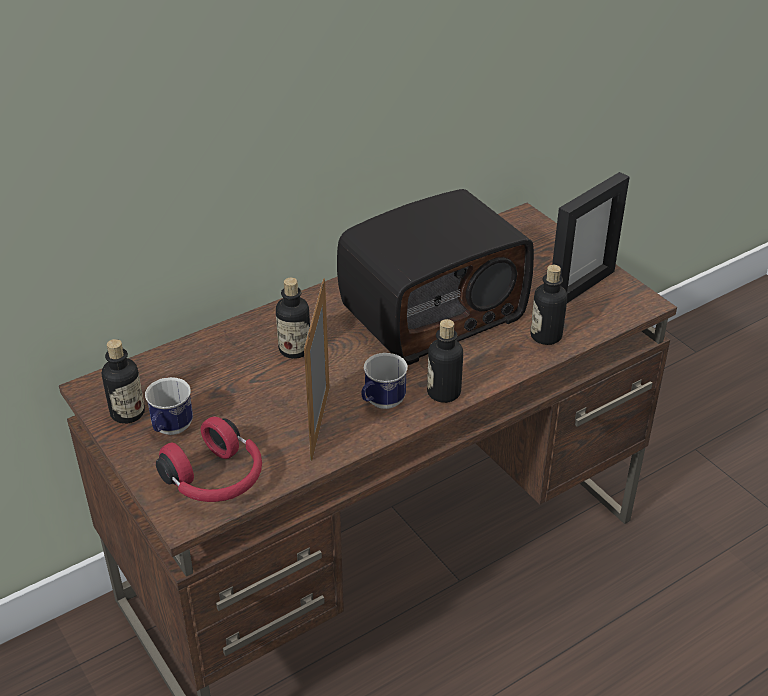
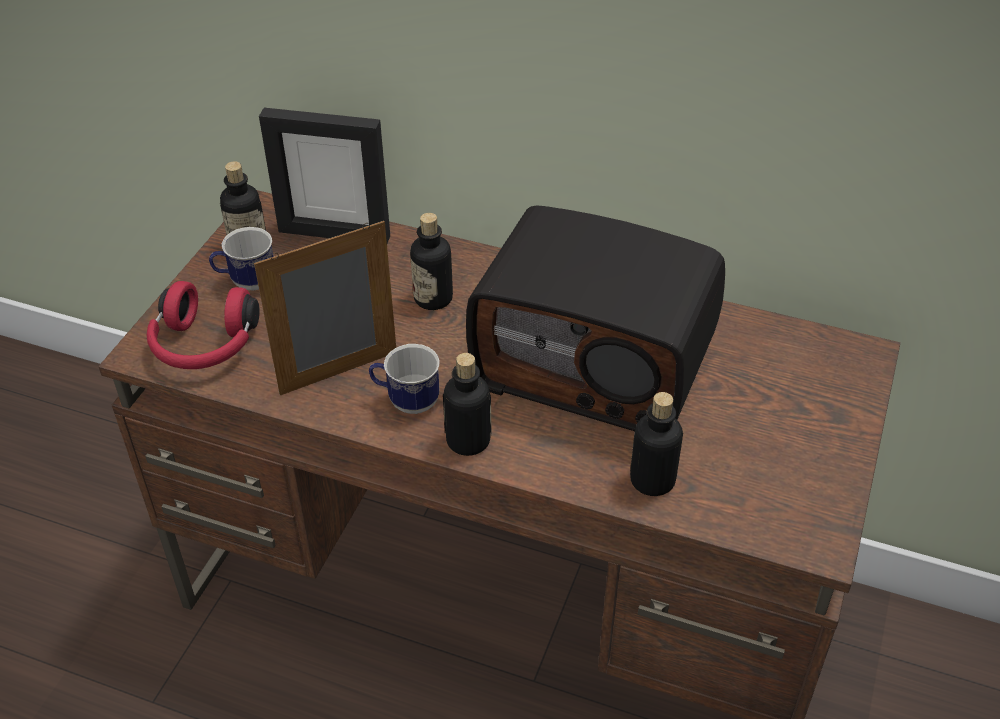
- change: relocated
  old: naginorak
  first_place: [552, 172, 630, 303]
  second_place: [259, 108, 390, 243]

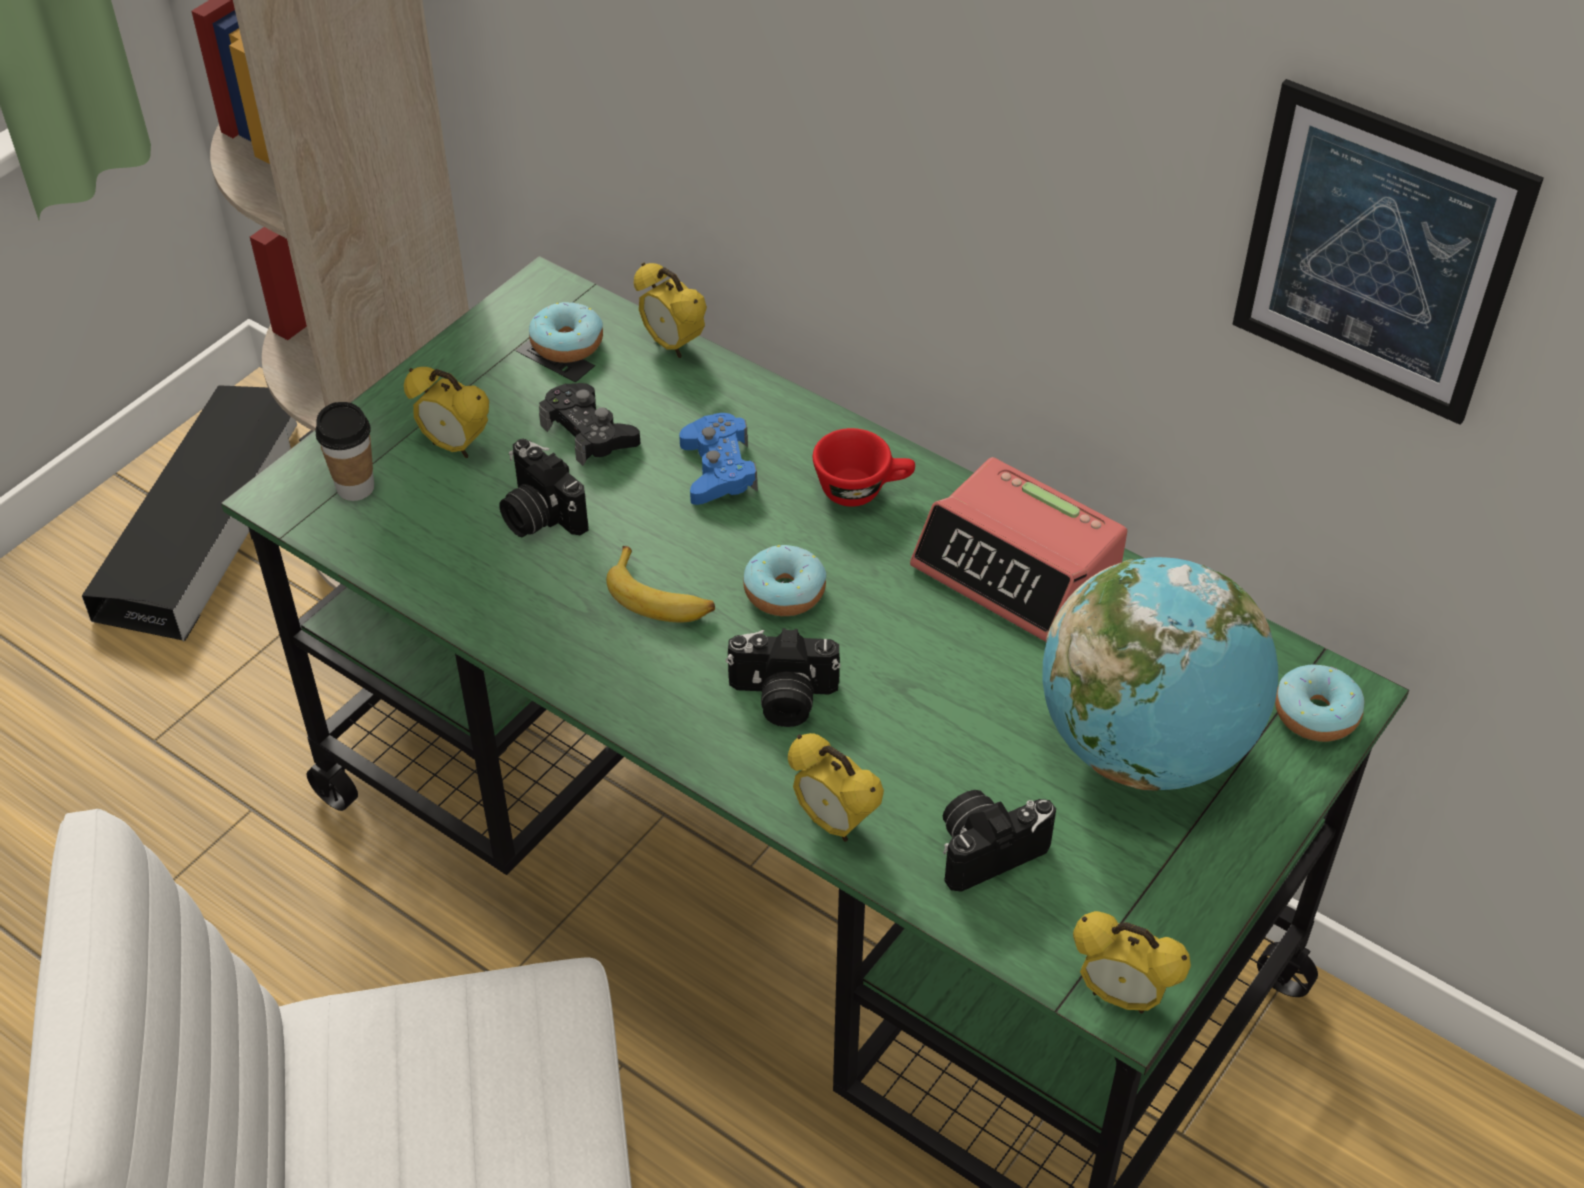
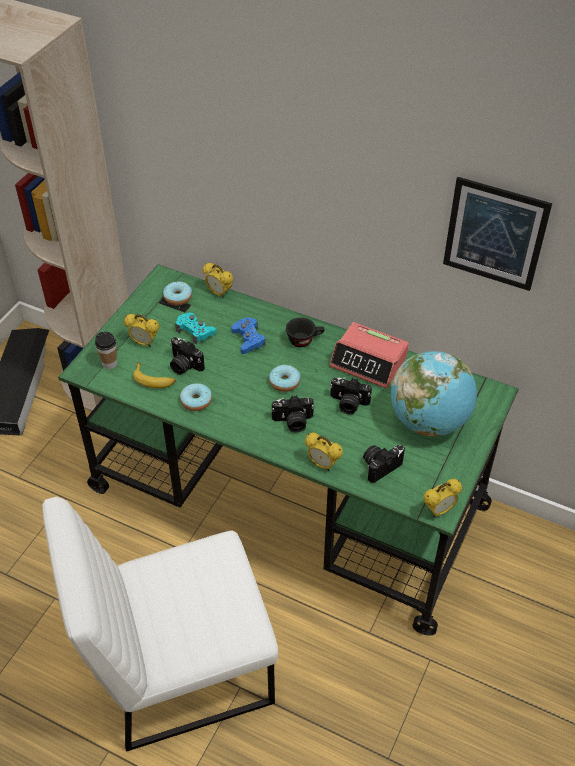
- change: colour
  old: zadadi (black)
  new: zadadi (turquoise)
  first_place: [539, 383, 640, 466]
  second_place: [175, 313, 216, 345]
- change: colour
  old: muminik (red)
  new: muminik (black)
  first_place: [813, 428, 915, 507]
  second_place: [286, 317, 324, 347]
- change: relocated
  old: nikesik
  first_place: [606, 546, 715, 623]
  second_place: [133, 362, 176, 388]
- change: relocated
  old: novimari
  first_place: [1275, 664, 1365, 742]
  second_place: [180, 383, 212, 411]
- change: spun
  old: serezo
  first_place: [1073, 911, 1191, 1014]
  second_place: [423, 479, 462, 517]
  degrees: -45
- change: appeared
  new: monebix
  second_place: [330, 377, 372, 414]

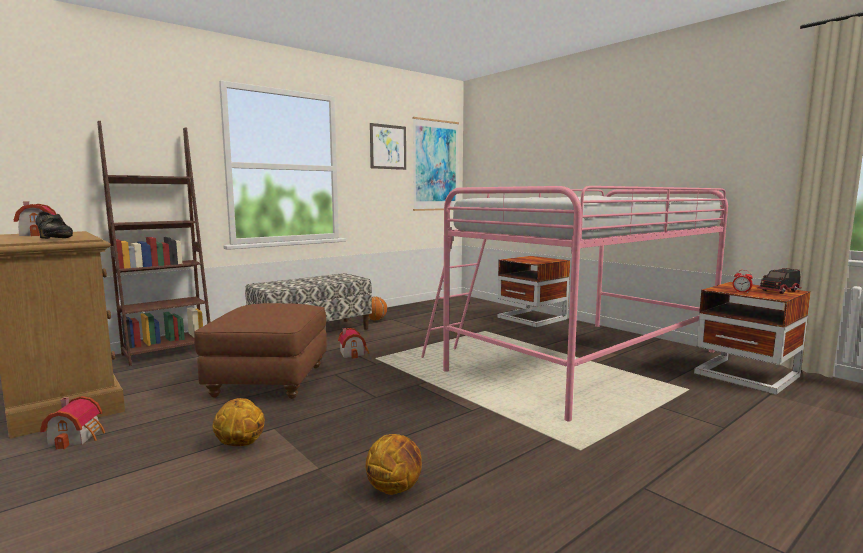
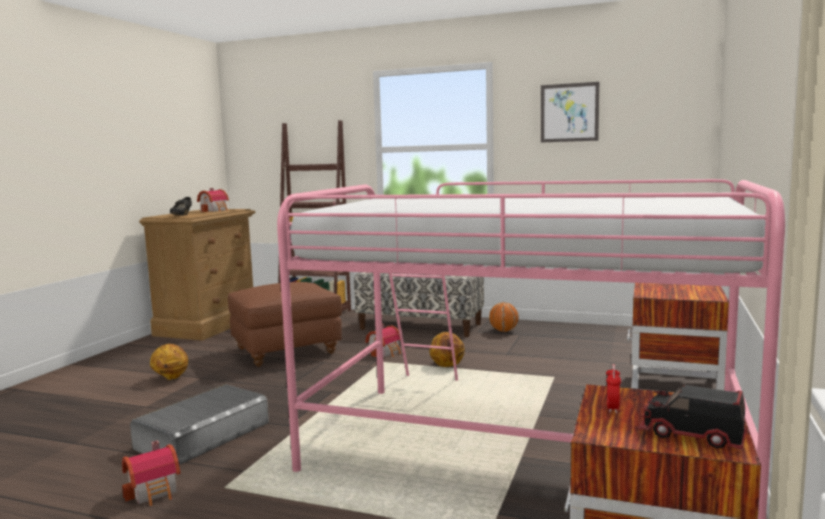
- change: missing
  old: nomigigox
  first_place: [412, 117, 459, 211]
- change: relocated
  old: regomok
  first_place: [40, 396, 105, 450]
  second_place: [122, 440, 181, 506]
- change: relocated
  old: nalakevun
  first_place: [366, 434, 422, 495]
  second_place: [429, 332, 465, 367]
- change: appeared
  new: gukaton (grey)
  second_place: [130, 384, 269, 465]

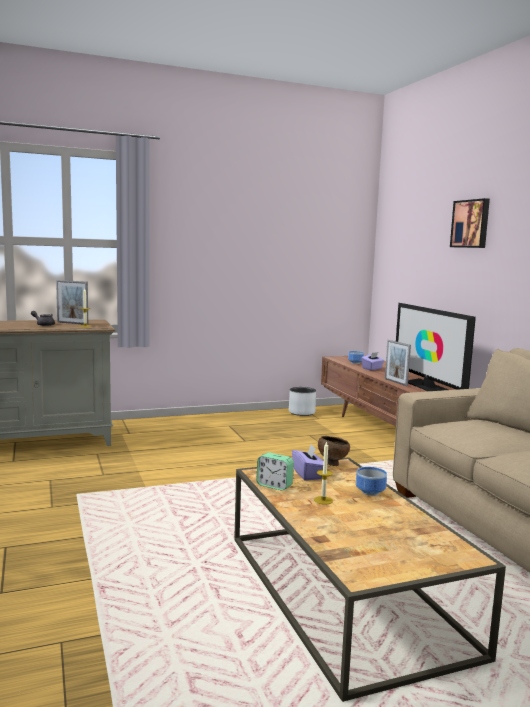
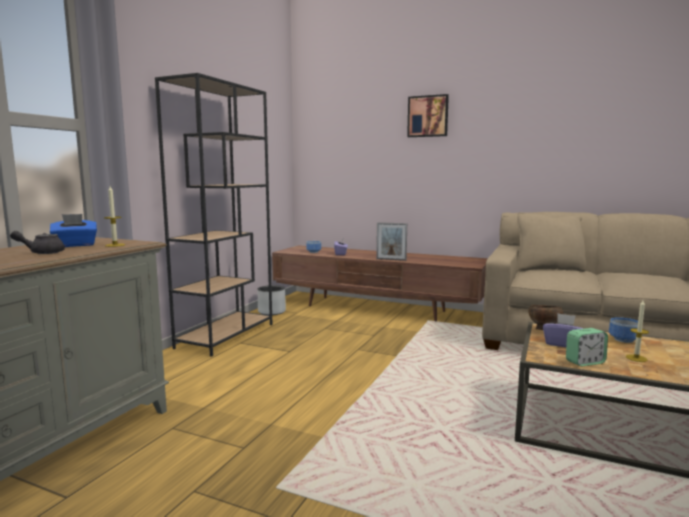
- change: exchanged
  old: naginorak
  new: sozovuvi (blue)
  first_place: [56, 280, 88, 325]
  second_place: [50, 214, 97, 247]
- change: missing
  old: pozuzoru
  first_place: [396, 303, 476, 391]
- change: appeared
  new: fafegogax
  second_place: [155, 73, 273, 357]

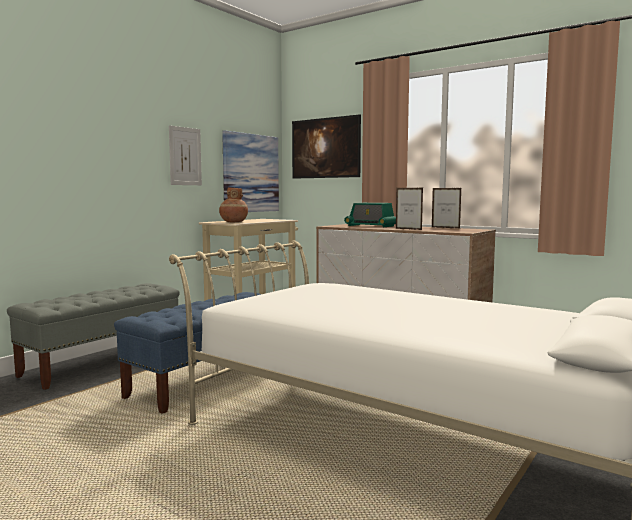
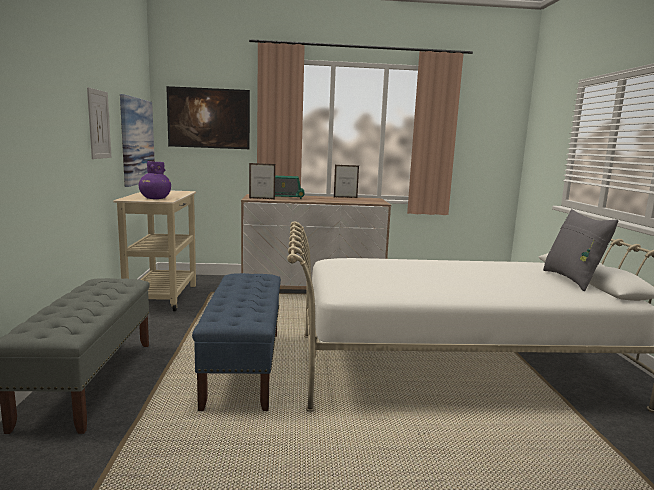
- change: colour
  old: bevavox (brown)
  new: bevavox (purple)
  first_place: [219, 187, 248, 222]
  second_place: [139, 161, 171, 199]
- change: relocated
  old: naginorak
  first_place: [396, 188, 423, 230]
  second_place: [249, 163, 275, 199]
- change: appeared
  new: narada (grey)
  second_place: [543, 209, 618, 291]

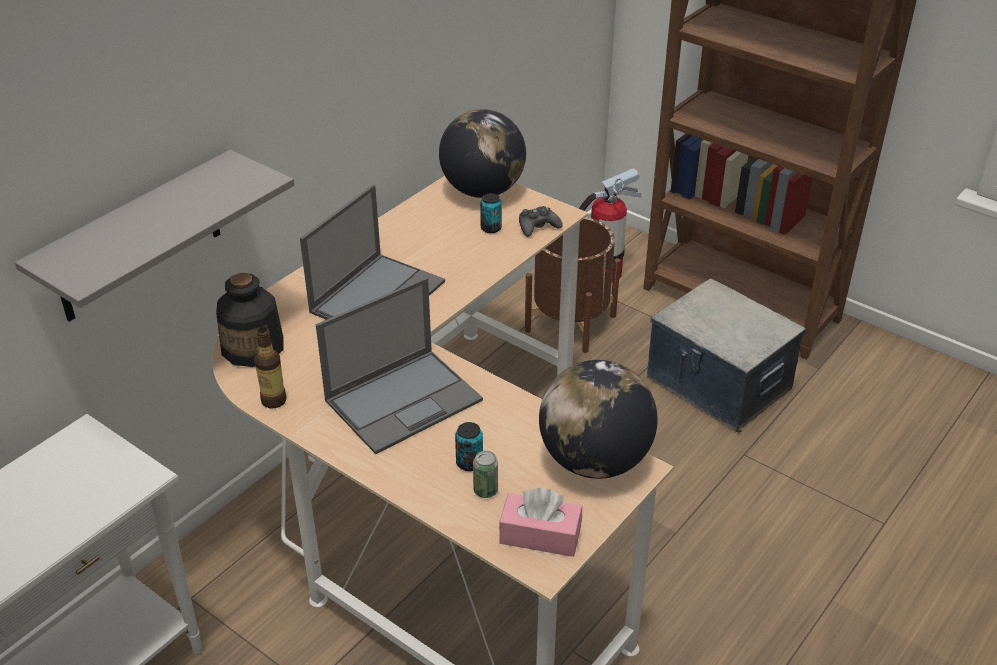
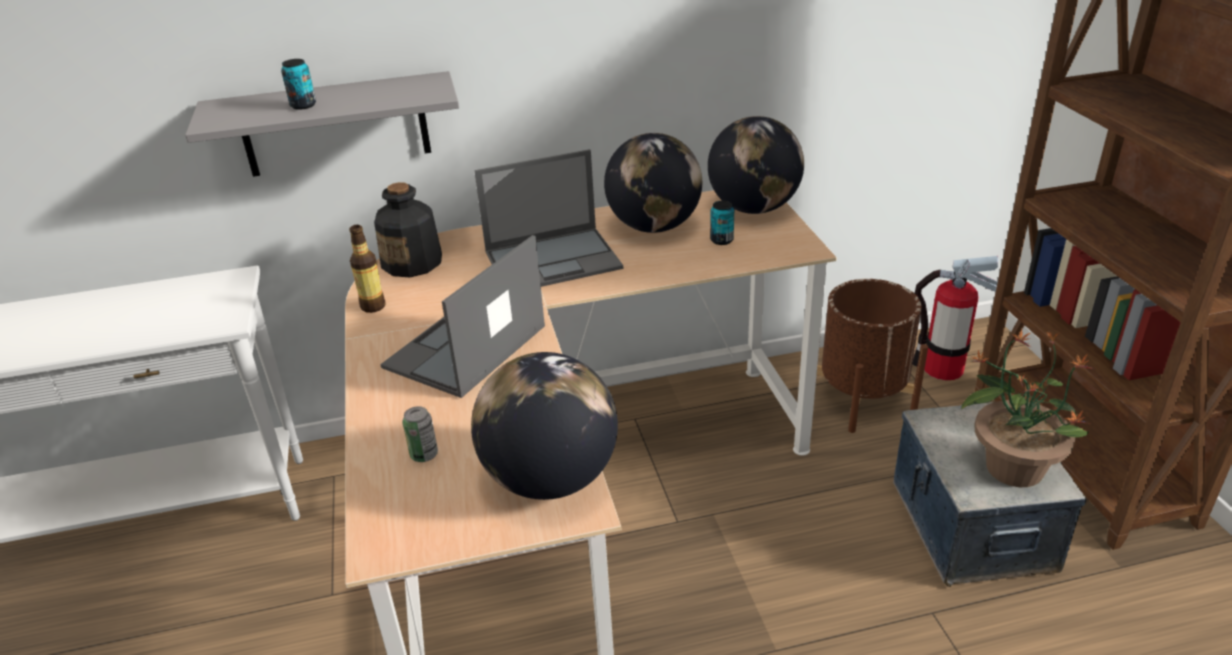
- change: missing
  old: zadadi (black)
  first_place: [519, 206, 563, 237]
- change: spun
  old: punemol
  first_place: [316, 277, 483, 454]
  second_place: [380, 235, 545, 398]
  degrees: 120
- change: relocated
  old: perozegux
  first_place: [455, 422, 483, 471]
  second_place: [281, 59, 316, 110]
- change: missing
  old: sozovuvi (pink)
  first_place: [499, 488, 582, 557]
- change: appeared
  new: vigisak
  second_place: [604, 133, 702, 233]
- change: appeared
  new: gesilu
  second_place: [961, 328, 1095, 487]

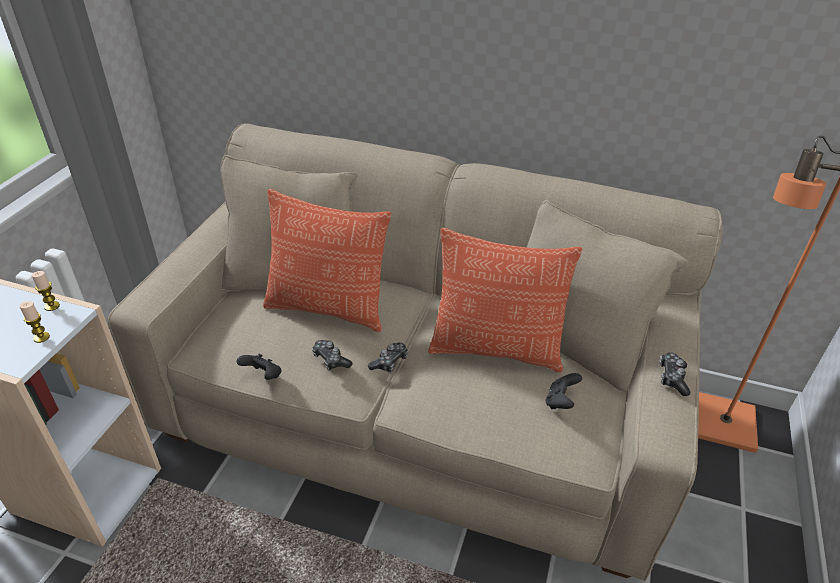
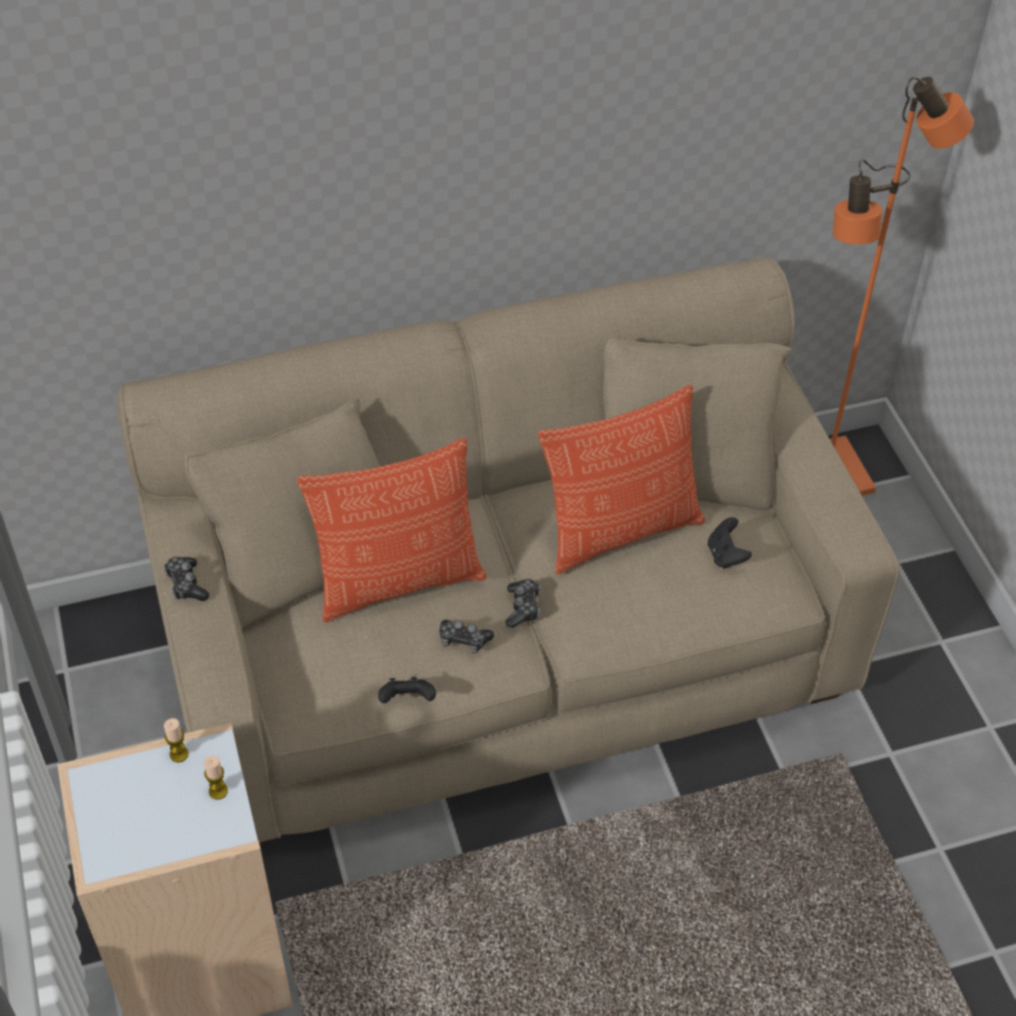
- change: relocated
  old: zadadi
  first_place: [660, 352, 690, 396]
  second_place: [163, 557, 210, 601]

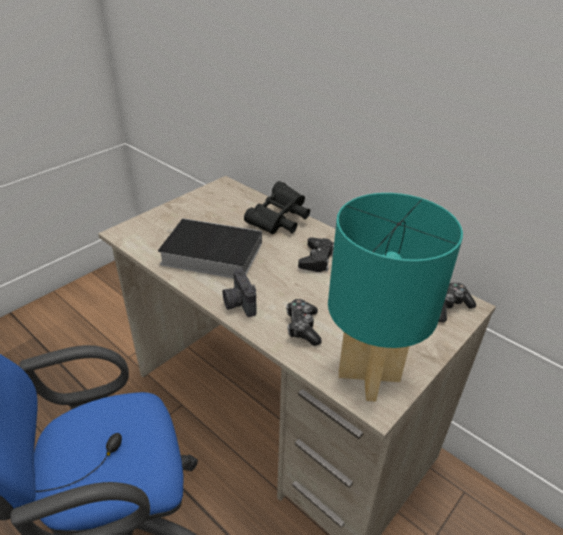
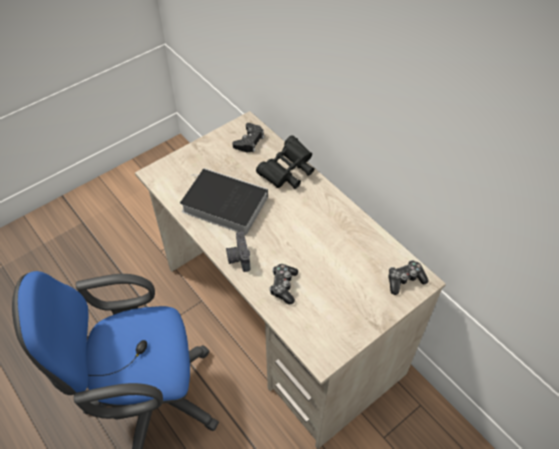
- change: missing
  old: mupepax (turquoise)
  first_place: [328, 193, 463, 402]
- change: relocated
  old: zadadi (black)
  first_place: [298, 237, 334, 272]
  second_place: [232, 123, 264, 152]

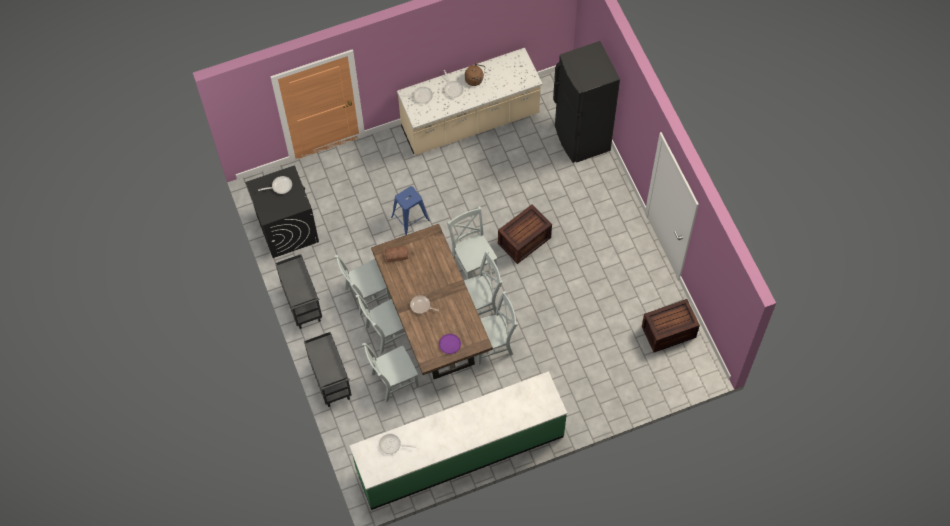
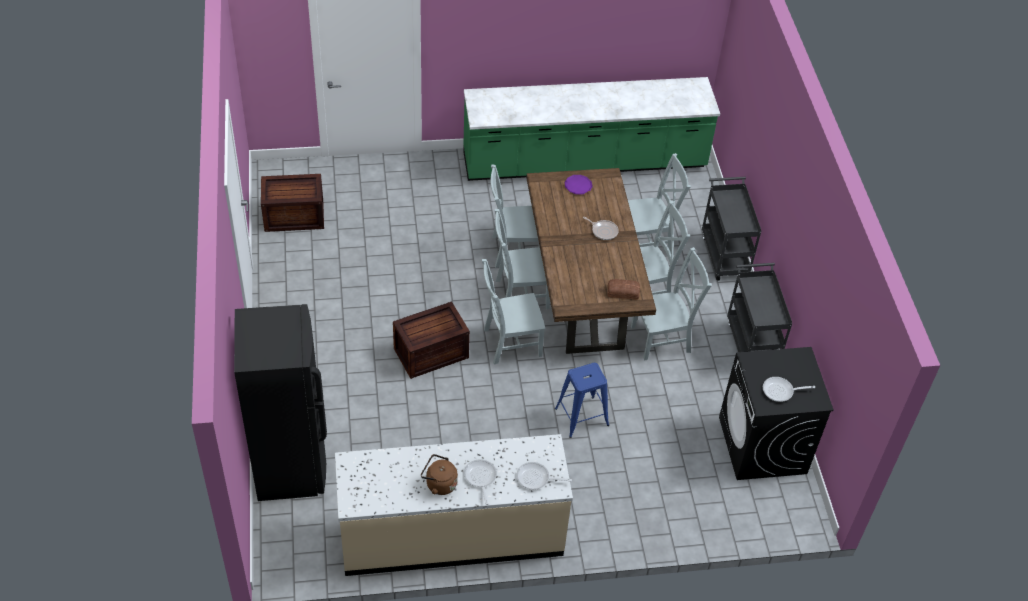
- change: spun
  old: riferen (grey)
  first_place: [447, 207, 497, 279]
  second_place: [482, 259, 545, 365]
  degrees: 90
- change: missing
  old: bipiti
  first_place: [379, 434, 416, 454]

